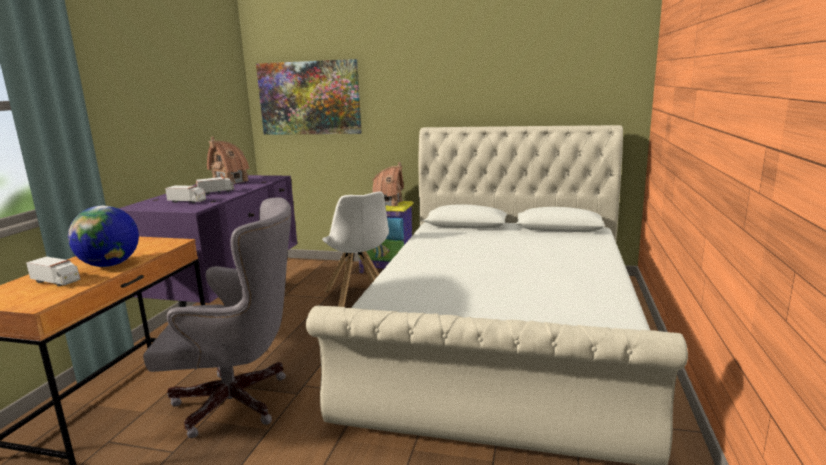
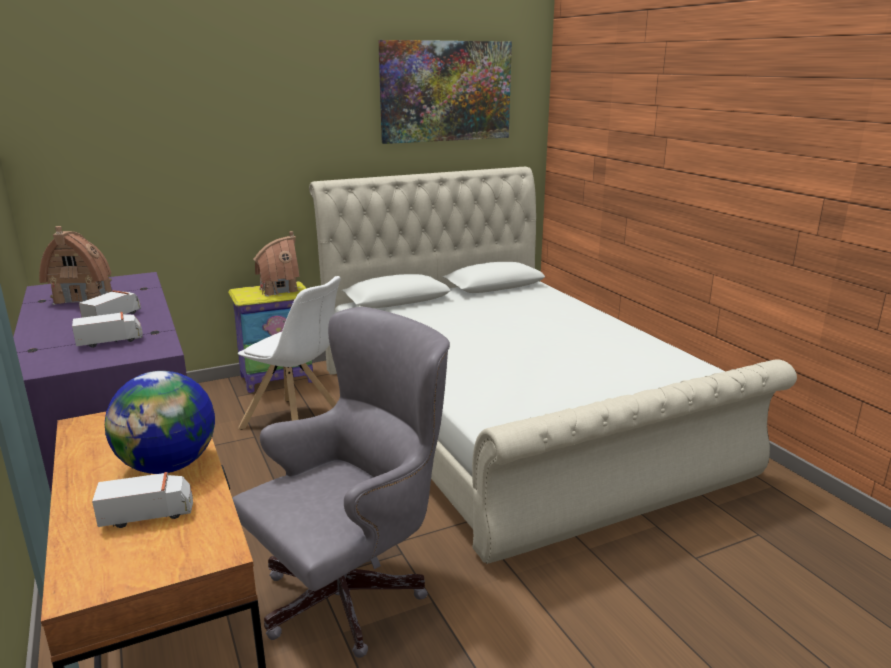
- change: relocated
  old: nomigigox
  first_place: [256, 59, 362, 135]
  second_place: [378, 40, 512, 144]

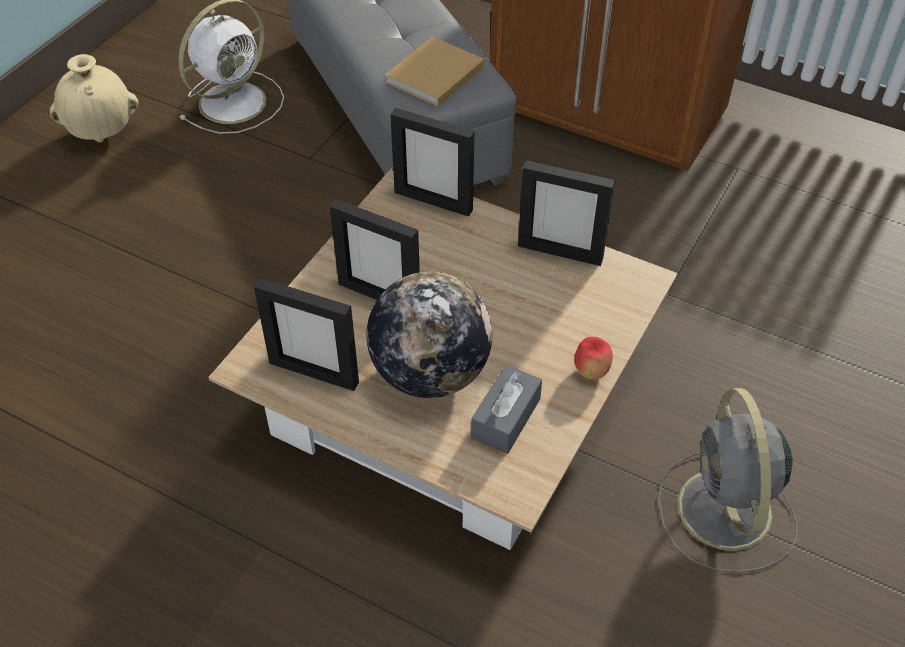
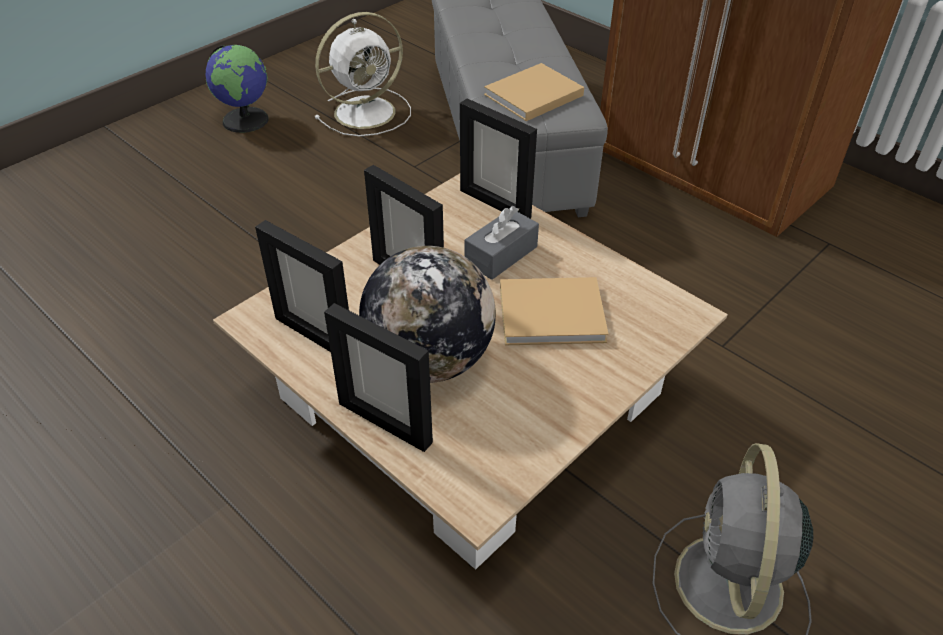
- change: exchanged
  old: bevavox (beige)
  new: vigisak
  first_place: [50, 54, 138, 142]
  second_place: [206, 45, 269, 133]
- change: relocated
  old: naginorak
  first_place: [518, 160, 615, 266]
  second_place: [324, 303, 433, 452]
- change: missing
  old: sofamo
  first_place: [574, 337, 613, 379]
- change: relocated
  old: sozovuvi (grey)
  first_place: [471, 365, 542, 454]
  second_place: [465, 206, 539, 280]
- change: appeared
  new: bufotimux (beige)
  second_place: [500, 277, 609, 345]

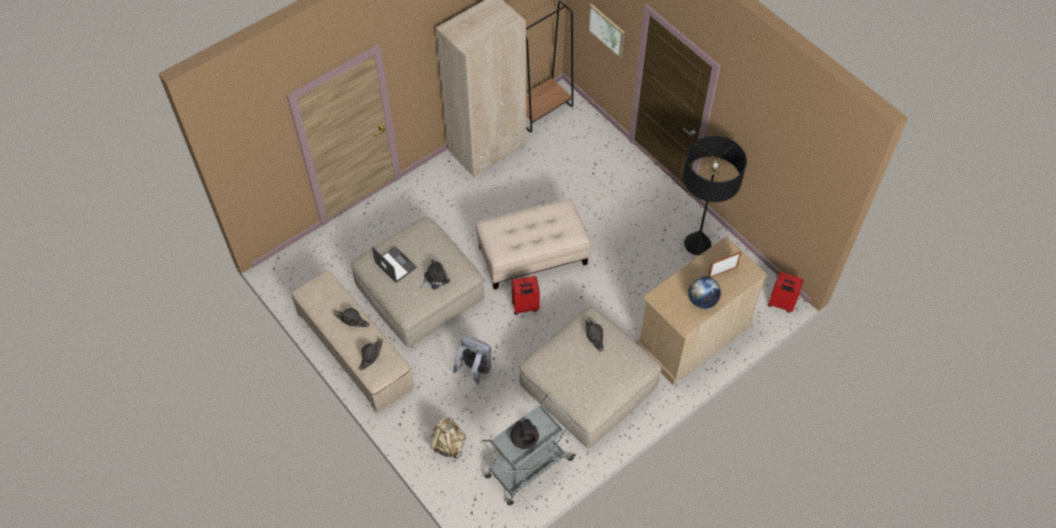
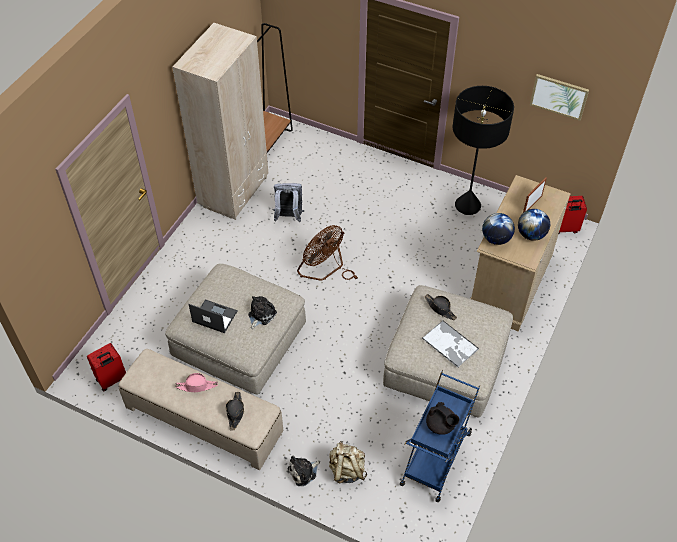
- change: relocated
  old: nomigigox
  first_place: [588, 4, 625, 58]
  second_place: [530, 74, 589, 121]
- change: exchanged
  old: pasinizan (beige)
  new: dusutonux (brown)
  first_place: [476, 198, 591, 290]
  second_place: [297, 225, 358, 281]
- change: relocated
  old: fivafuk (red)
  first_place: [512, 276, 540, 315]
  second_place: [87, 343, 126, 391]
- change: colour
  old: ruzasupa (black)
  new: ruzasupa (pink)
  first_place: [333, 308, 370, 327]
  second_place: [176, 373, 218, 392]
- change: relocated
  old: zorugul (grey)
  first_place: [453, 337, 491, 384]
  second_place: [272, 183, 304, 222]
- change: colour
  old: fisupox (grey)
  new: fisupox (blue)
  first_place: [480, 392, 576, 505]
  second_place: [400, 370, 480, 502]
- change: appeared
  new: vigisak
  second_place: [482, 213, 515, 245]
- change: appeared
  new: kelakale
  second_place: [422, 320, 479, 368]
- change: appeared
  new: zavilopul
  second_place: [288, 455, 320, 486]

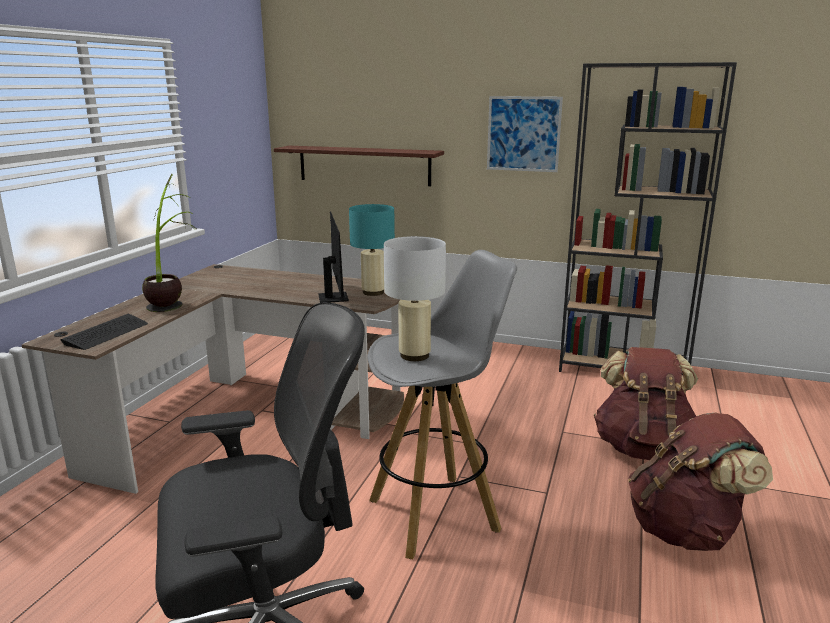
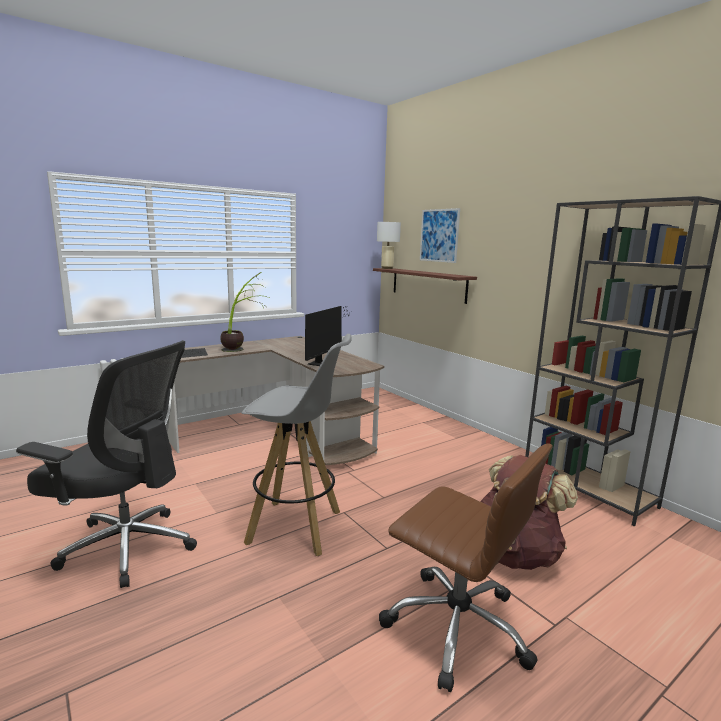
- change: relocated
  old: nomigigox
  first_place: [487, 96, 563, 172]
  second_place: [420, 208, 460, 263]
- change: missing
  old: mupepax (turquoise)
  first_place: [349, 204, 395, 296]
- change: relocated
  old: mupepax (white)
  first_place: [384, 236, 446, 361]
  second_place: [377, 222, 401, 269]
- change: exchanged
  old: zorugul (brown)
  new: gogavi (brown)
  first_place: [628, 413, 773, 551]
  second_place: [379, 443, 553, 692]

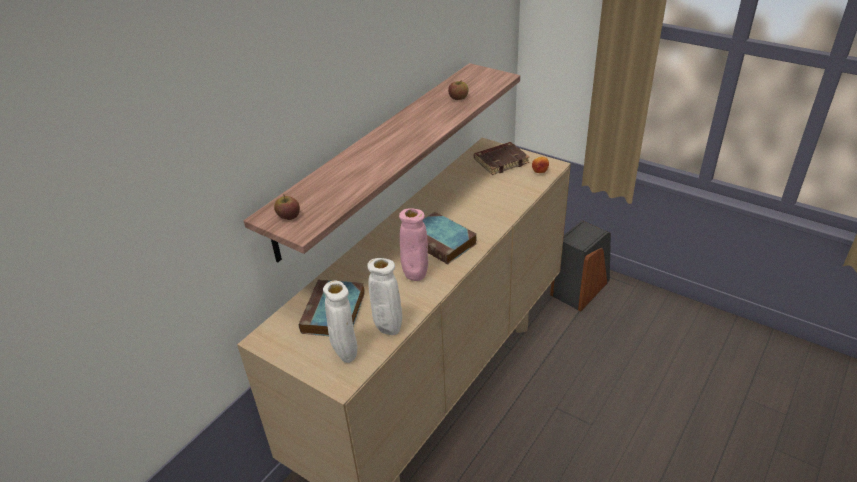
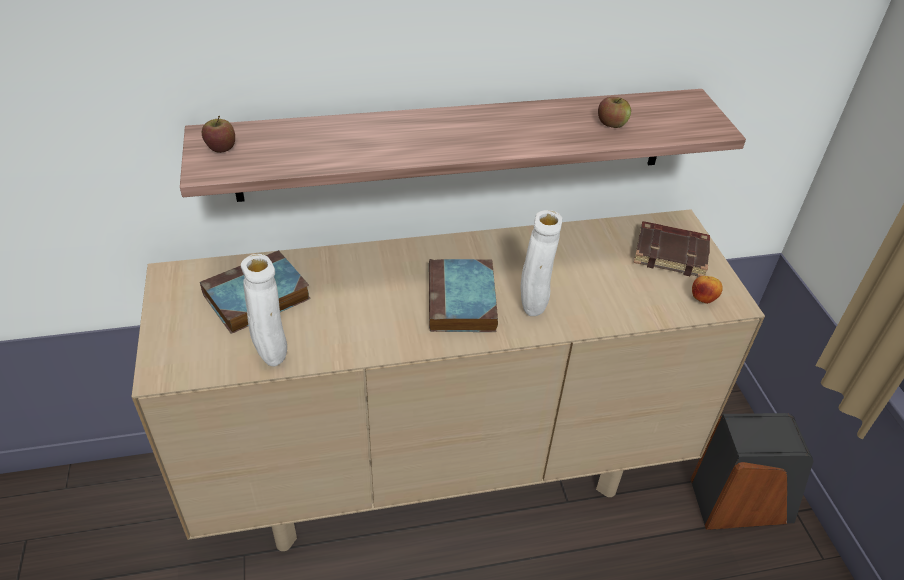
- change: missing
  old: bevavox (pink)
  first_place: [399, 208, 428, 281]
- change: relocated
  old: bevavox (white)
  first_place: [323, 280, 357, 363]
  second_place: [521, 210, 562, 316]

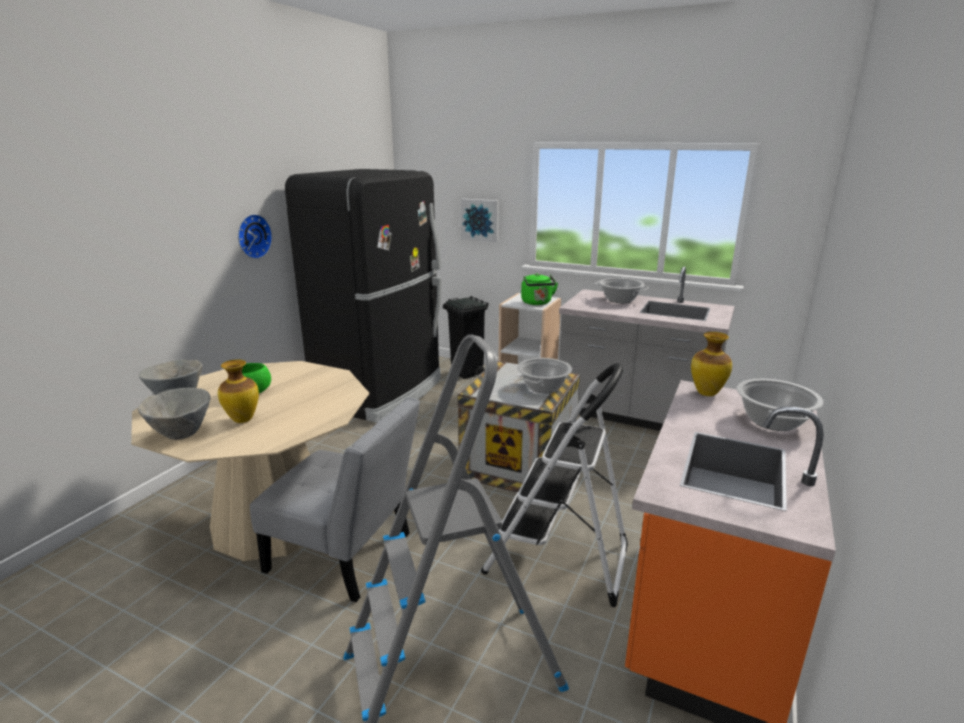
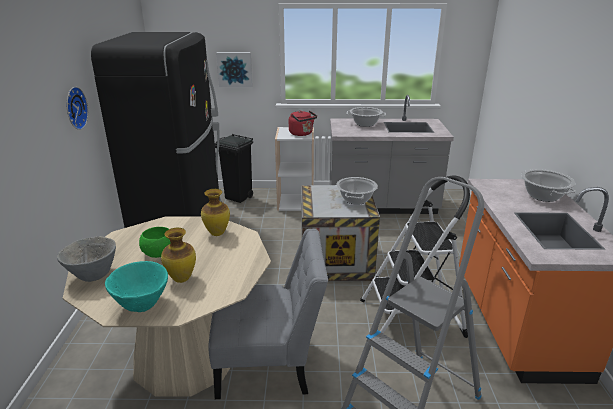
- change: colour
  old: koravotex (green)
  new: koravotex (red)
  first_place: [521, 273, 558, 305]
  second_place: [289, 110, 317, 136]
- change: relocated
  old: bevavox
  first_place: [691, 332, 732, 396]
  second_place: [201, 189, 230, 236]
- change: colour
  old: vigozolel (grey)
  new: vigozolel (turquoise)
  first_place: [138, 388, 211, 440]
  second_place: [105, 261, 168, 312]

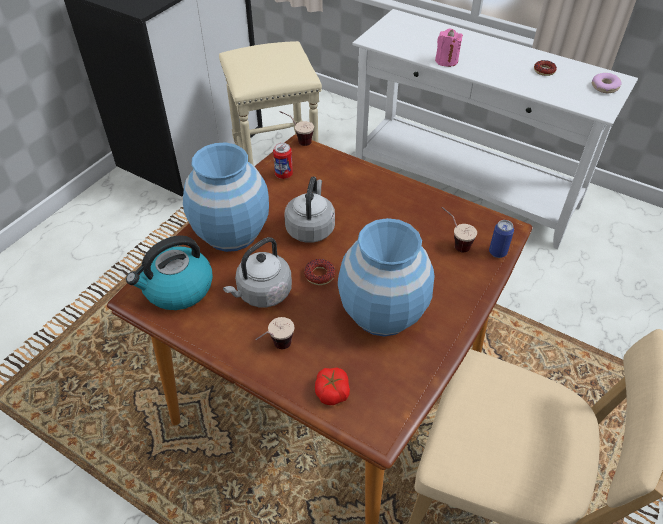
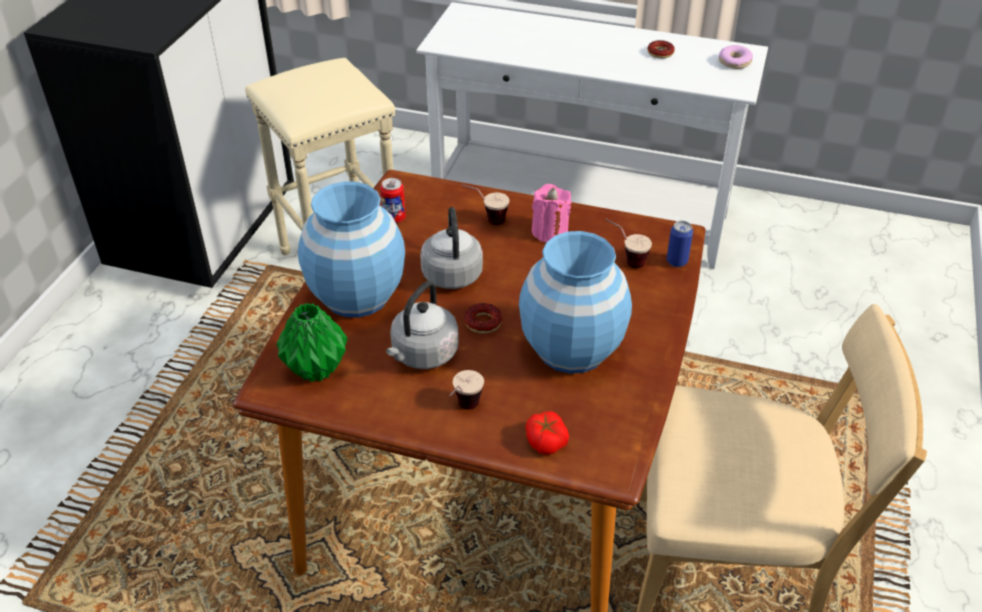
- change: relocated
  old: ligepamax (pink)
  first_place: [435, 28, 463, 67]
  second_place: [532, 184, 572, 242]
- change: relocated
  old: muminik
  first_place: [279, 111, 314, 146]
  second_place: [462, 185, 509, 225]
- change: exchanged
  old: koravotex
  new: bevavox (green)
  first_place: [126, 235, 213, 310]
  second_place: [276, 303, 347, 382]

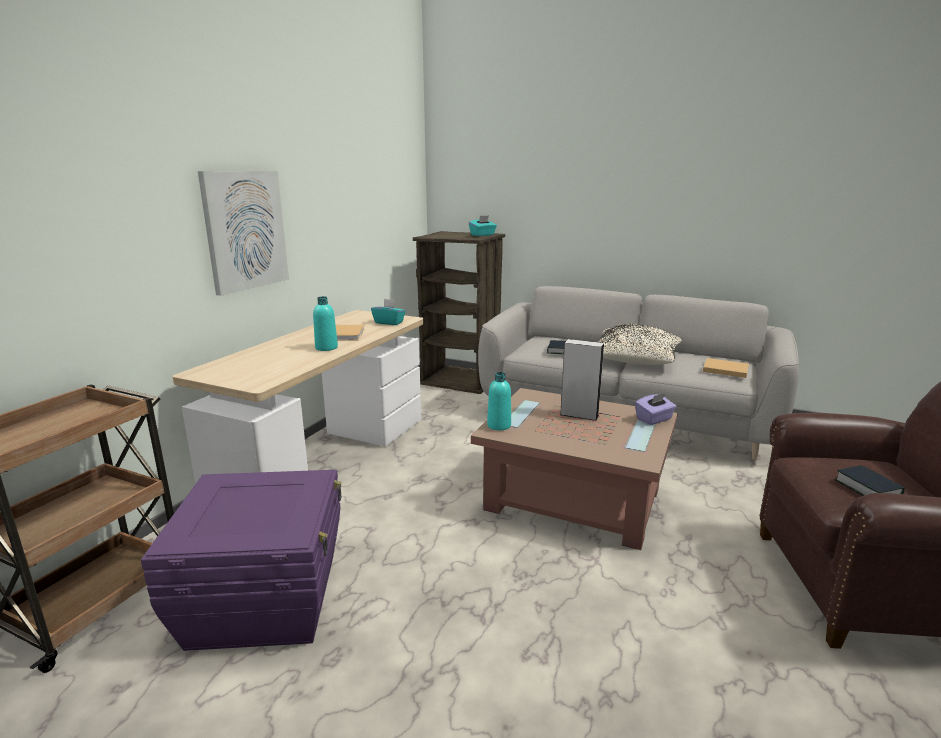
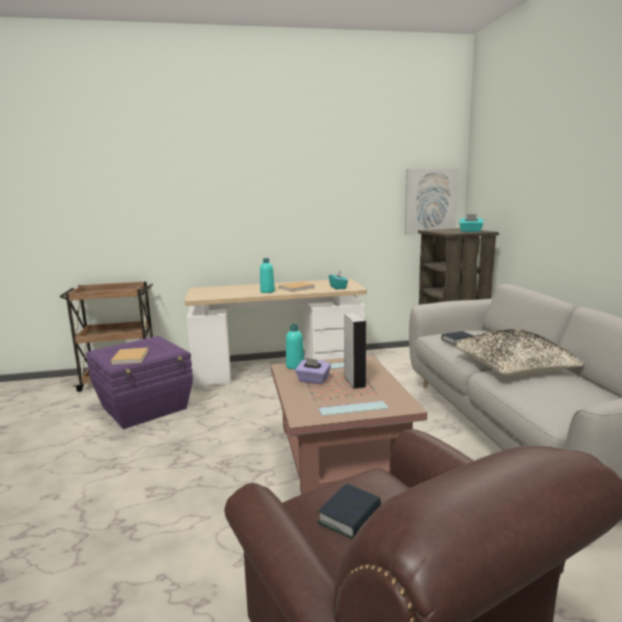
- change: relocated
  old: nomigigox
  first_place: [198, 171, 289, 296]
  second_place: [405, 168, 459, 235]
- change: relocated
  old: bufotimux (beige)
  first_place: [703, 358, 749, 378]
  second_place: [111, 348, 149, 365]
- change: relocated
  old: sozovuvi (purple)
  first_place: [635, 393, 677, 425]
  second_place: [295, 358, 331, 384]

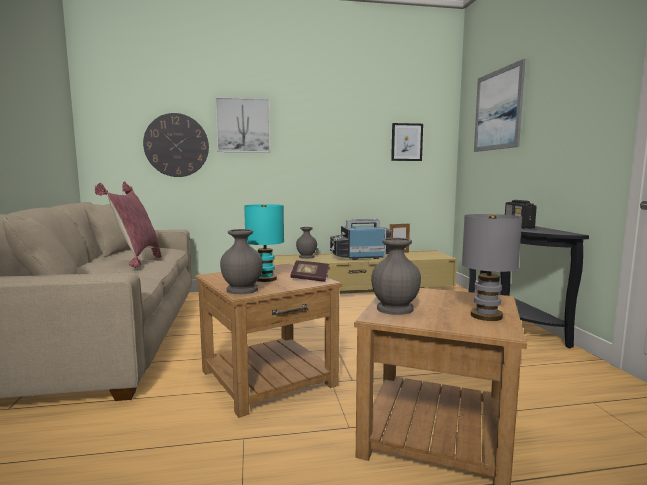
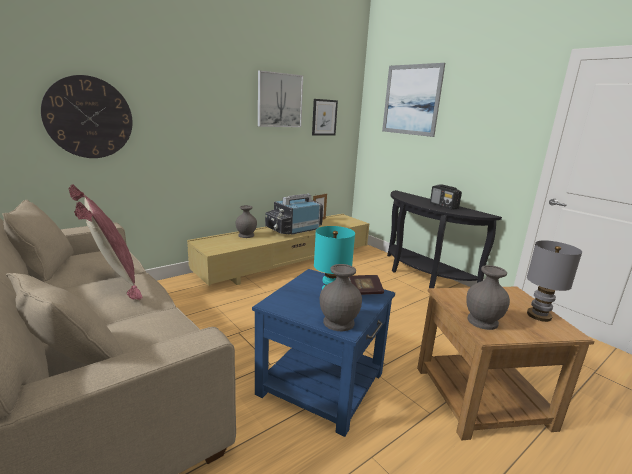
- change: relocated
  old: nomigigox
  first_place: [215, 97, 270, 153]
  second_place: [258, 70, 303, 127]
- change: colour
  old: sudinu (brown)
  new: sudinu (blue)
  first_place: [195, 264, 342, 418]
  second_place: [252, 269, 395, 437]

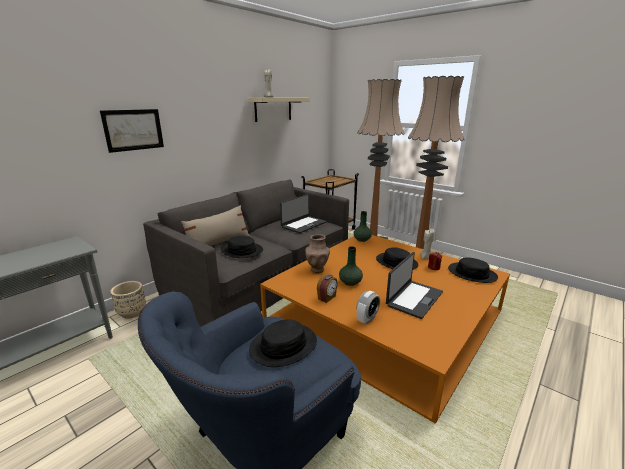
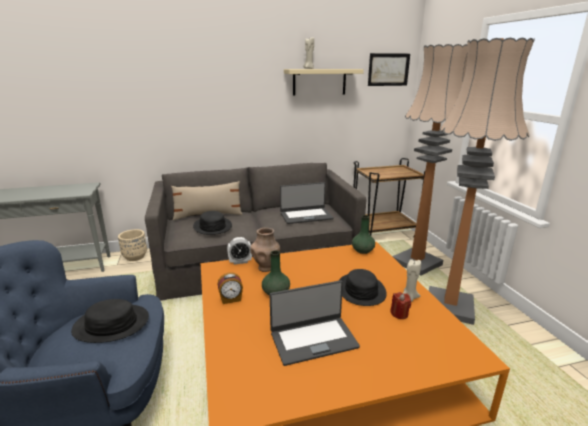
- change: relocated
  old: nomigigox
  first_place: [100, 109, 164, 153]
  second_place: [368, 53, 410, 86]
- change: missing
  old: ruzasupa (black)
  first_place: [448, 257, 498, 283]
- change: relocated
  old: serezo
  first_place: [356, 291, 380, 325]
  second_place: [227, 237, 252, 265]

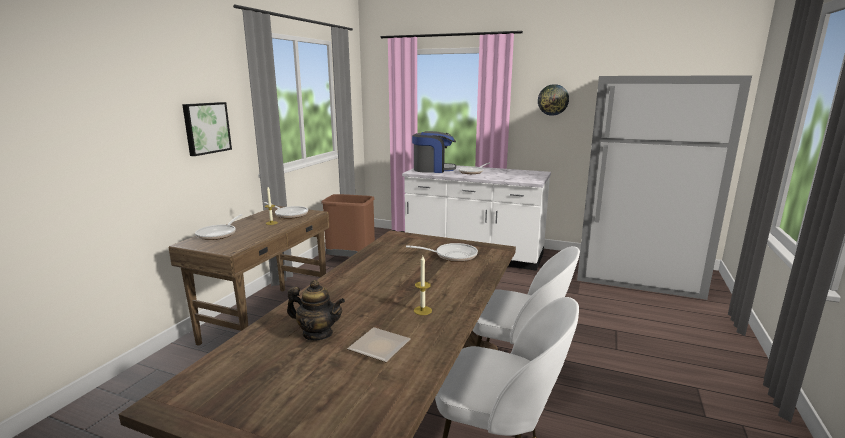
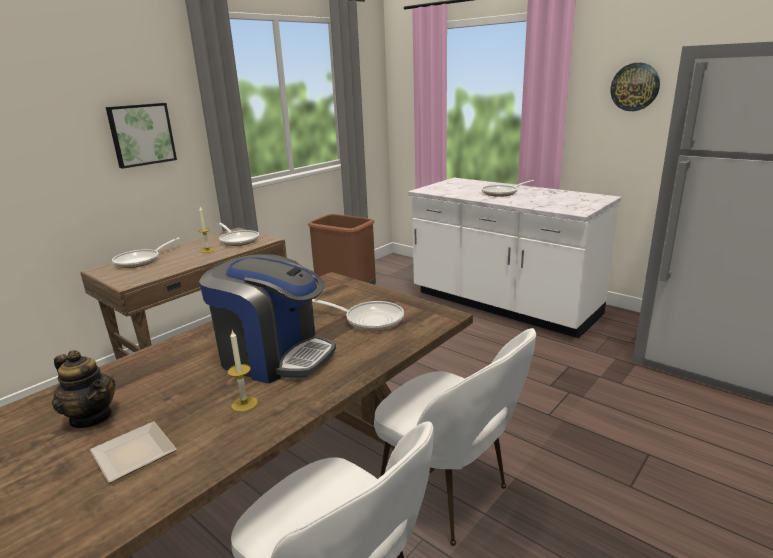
- change: relocated
  old: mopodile
  first_place: [412, 131, 456, 173]
  second_place: [199, 254, 336, 384]

